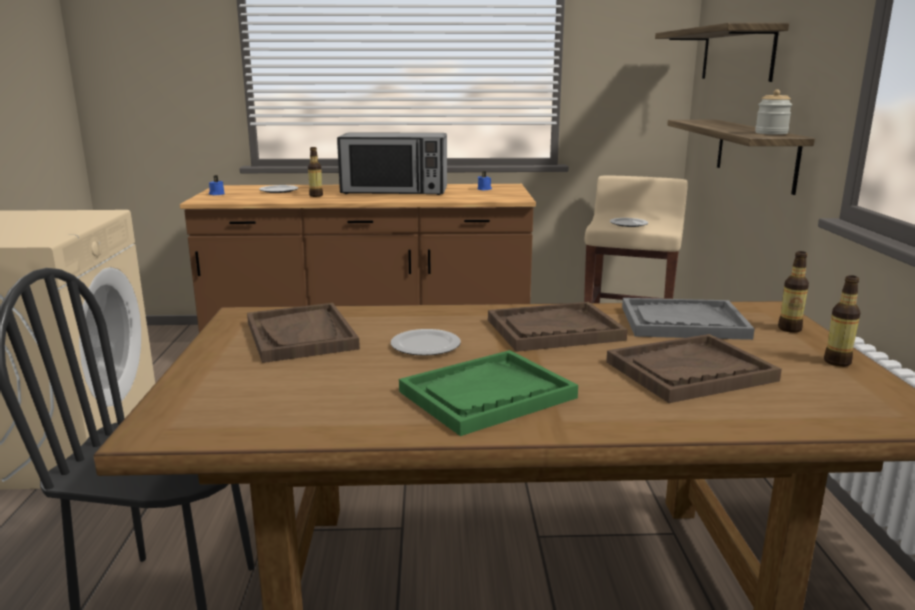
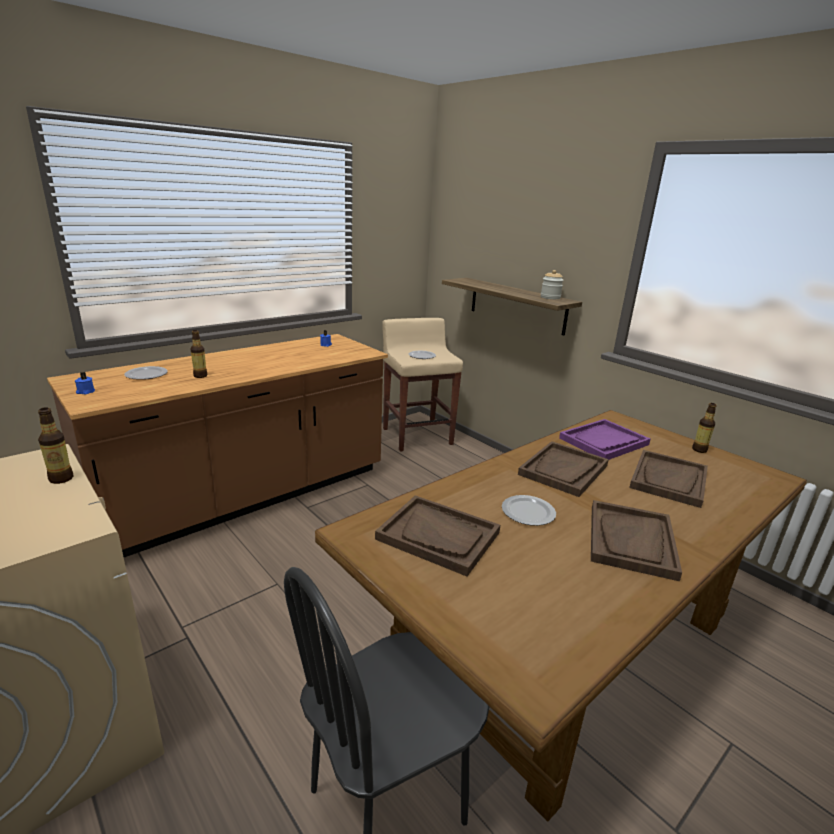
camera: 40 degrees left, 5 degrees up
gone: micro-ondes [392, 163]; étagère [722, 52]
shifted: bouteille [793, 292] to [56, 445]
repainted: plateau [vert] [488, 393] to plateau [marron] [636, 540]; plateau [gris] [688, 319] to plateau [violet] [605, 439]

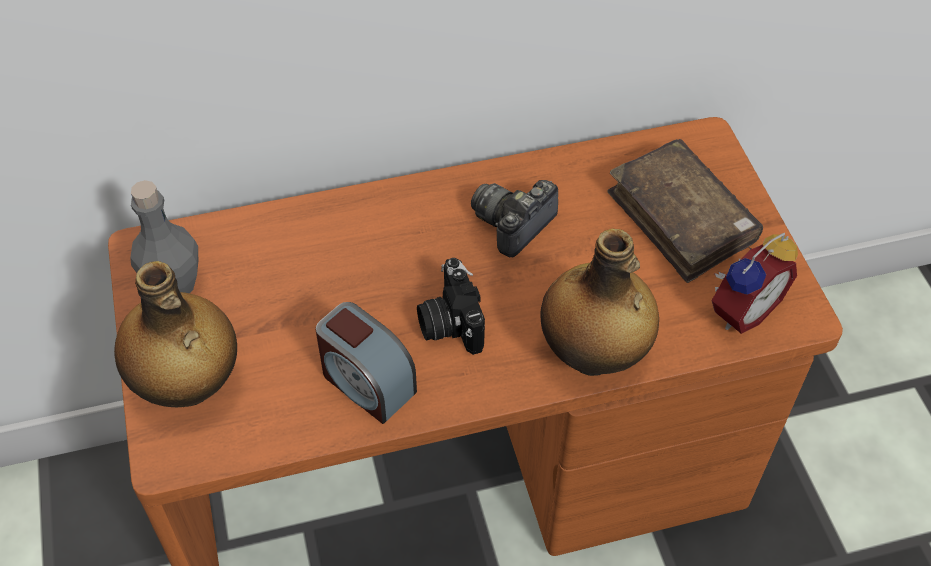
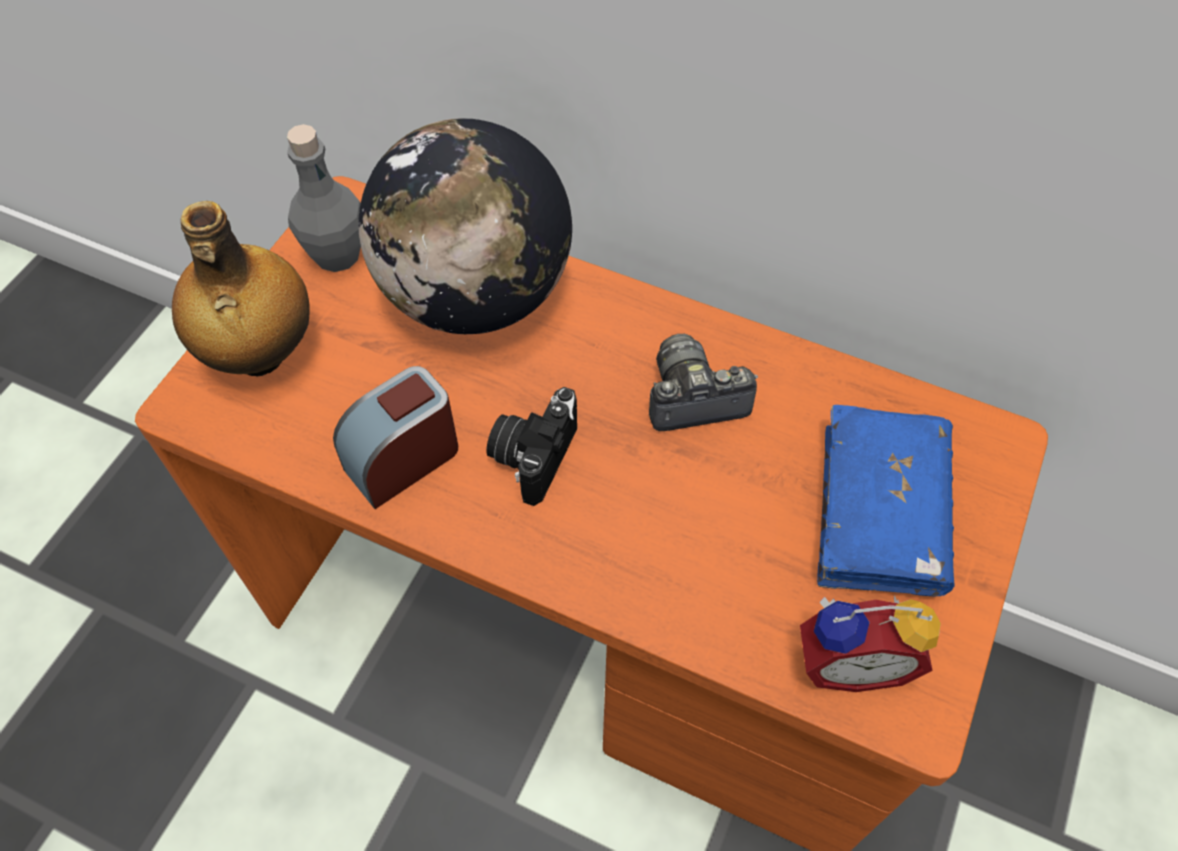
camera: 40 degrees right, 5 degrees up
gone: bouteille [599, 302]
new: globe [465, 226]
repainted: livre [marron] [685, 211] to livre [bleu] [886, 500]
rotated: réveil [366, 363] = [395, 437] 60 degrees clockwise

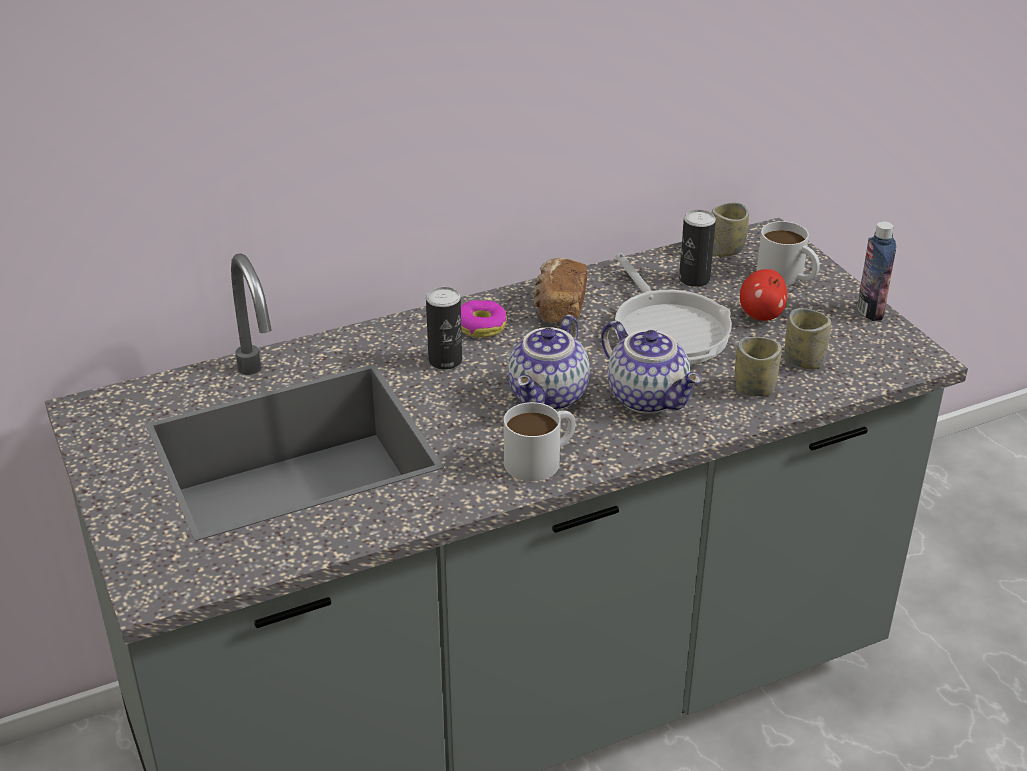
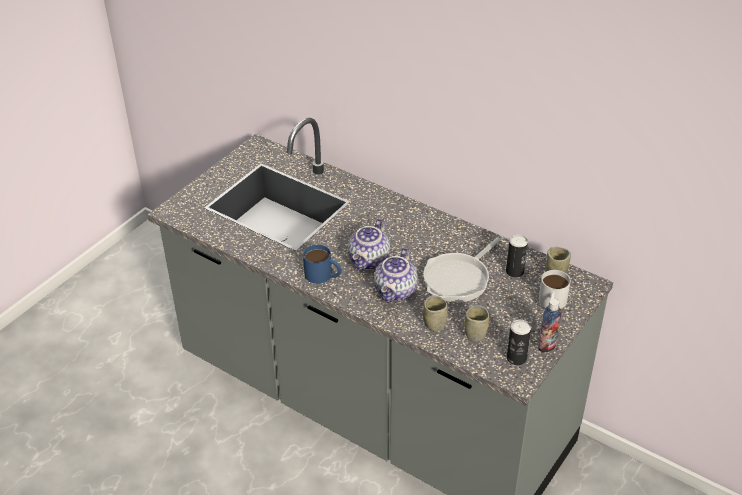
camera: 60 degrees right, 5 degrees up
gone: beignet [484, 319]; pain [559, 290]; pomme [763, 295]
shifted: boîte métallique [444, 328] to [519, 342]
repainted: mug [blanc] [540, 441] to mug [bleu] [322, 264]
rotated: théière [549, 362] = [369, 244] 60 degrees counterclockwise

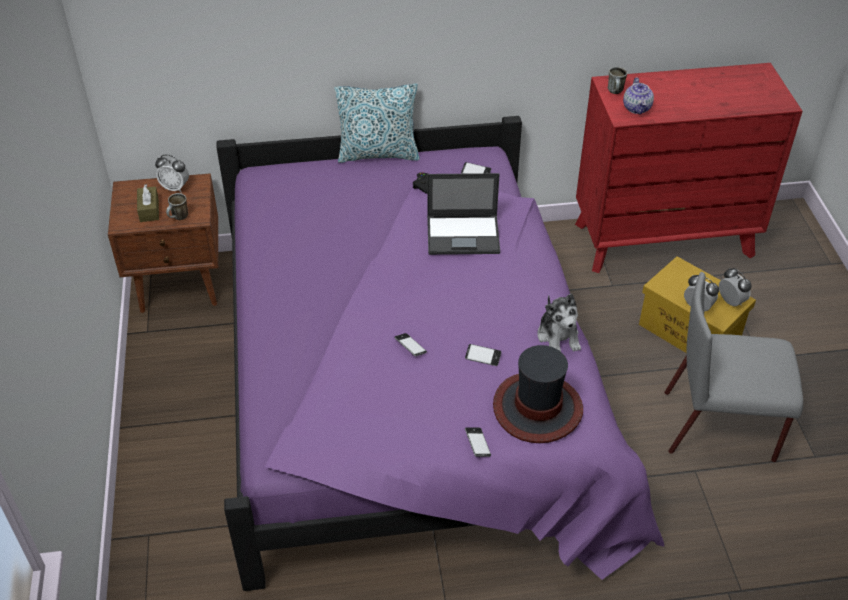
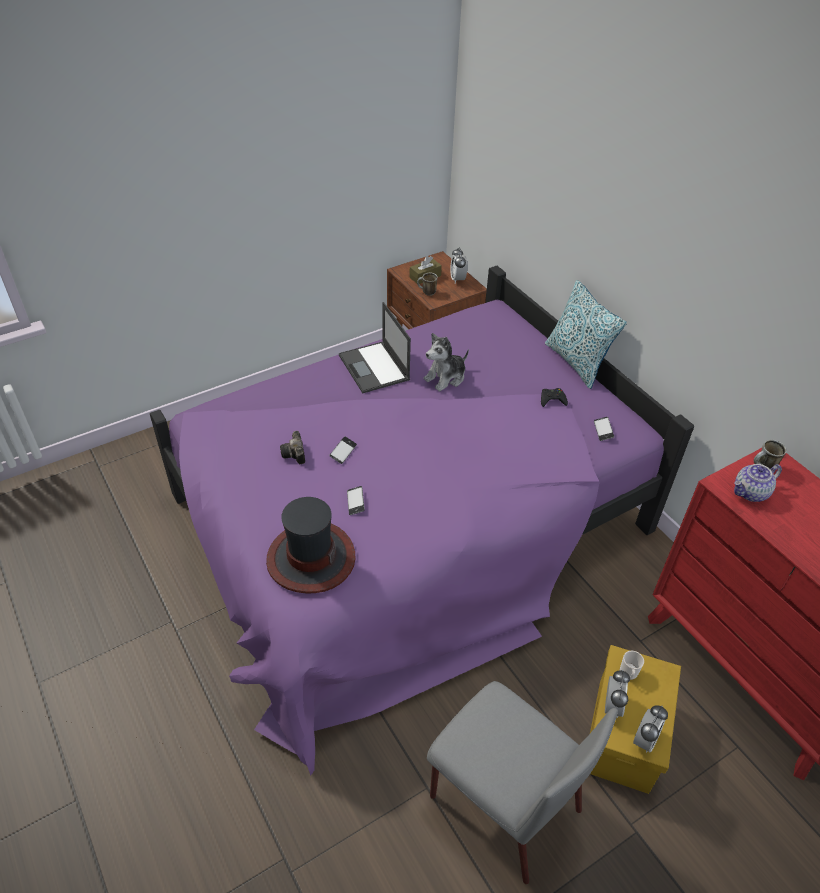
camera: 65 degrees right, 0 degrees up
gone: téléphone [478, 442]
new: appareil photo [292, 447]; mug [632, 665]
shifted: ordinateur portable [463, 214] to [375, 348]; peluche [559, 323] to [446, 362]
rotated: chaise [gris] [733, 367] = [522, 782] 150 degrees clockwise

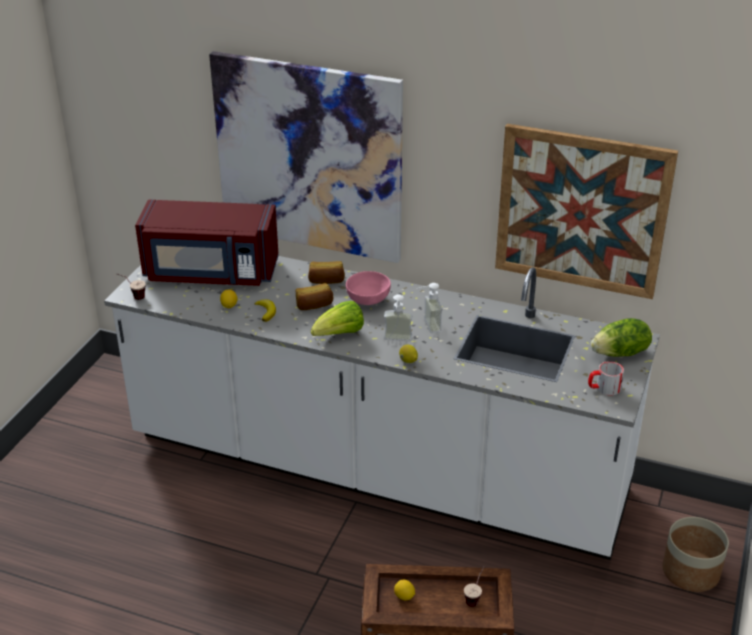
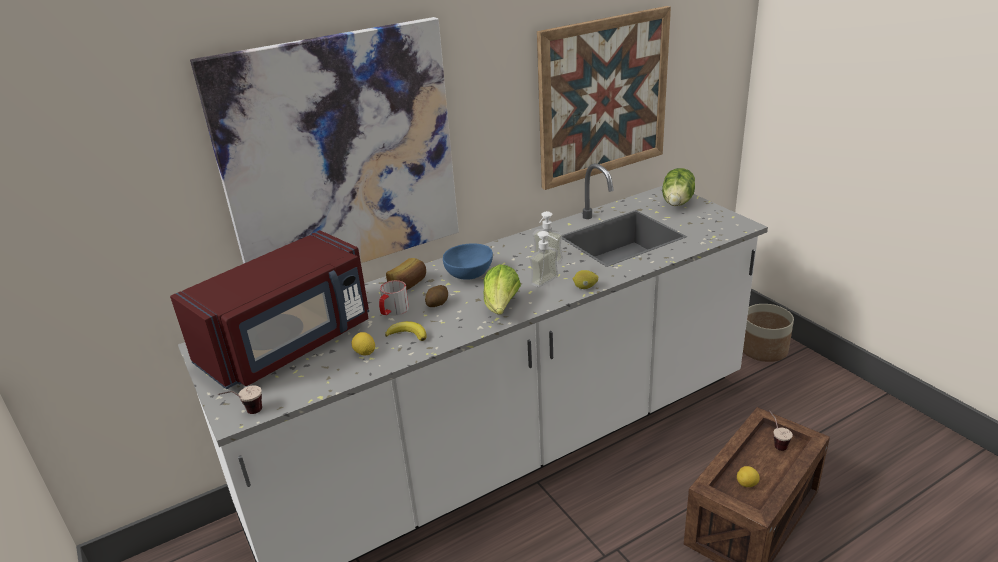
camera: 50 degrees left, 5 degrees down
shifted: mug [606, 378] to [394, 298]
swapped: pain [314, 296] to pomme de terre [436, 296]
repainted: bol [rose] [368, 288] to bol [bleu] [468, 261]

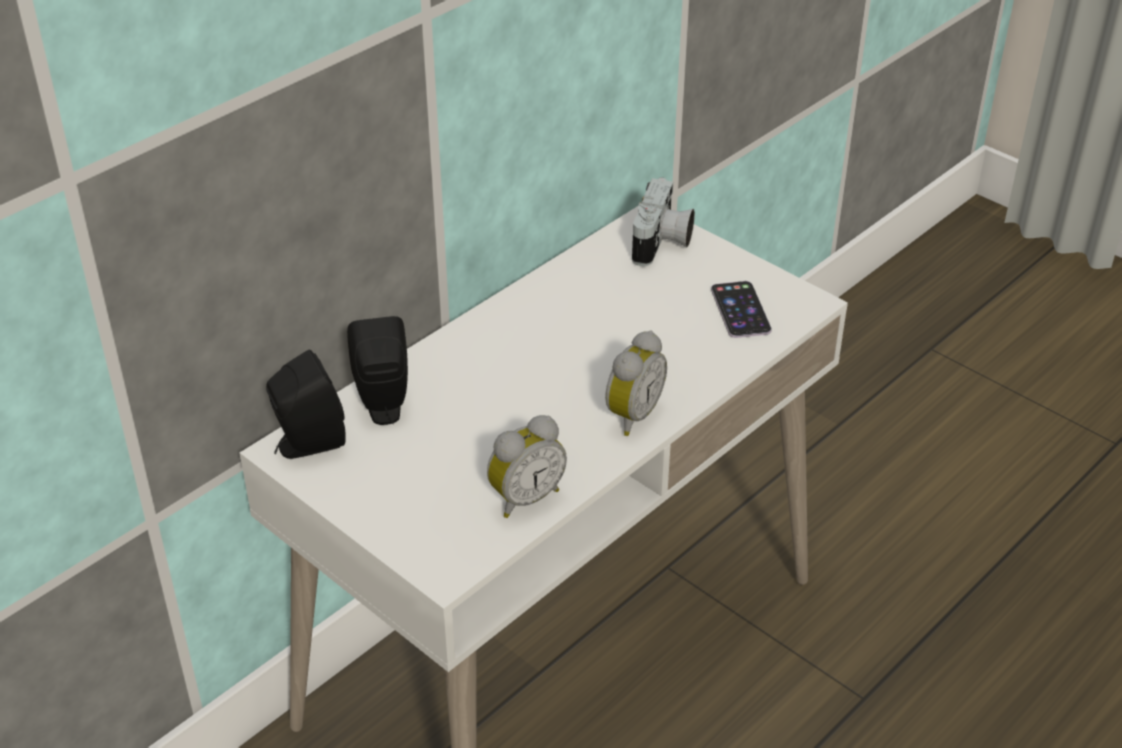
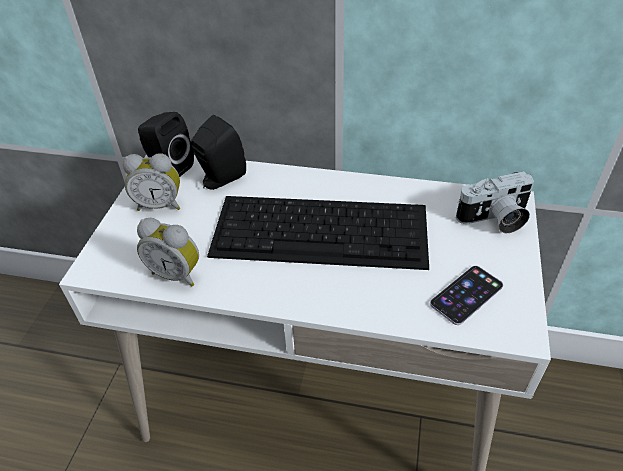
camera: 60 degrees right, 5 degrees up
new: clavier [318, 233]
shifted: réveil [636, 383] to [151, 182]

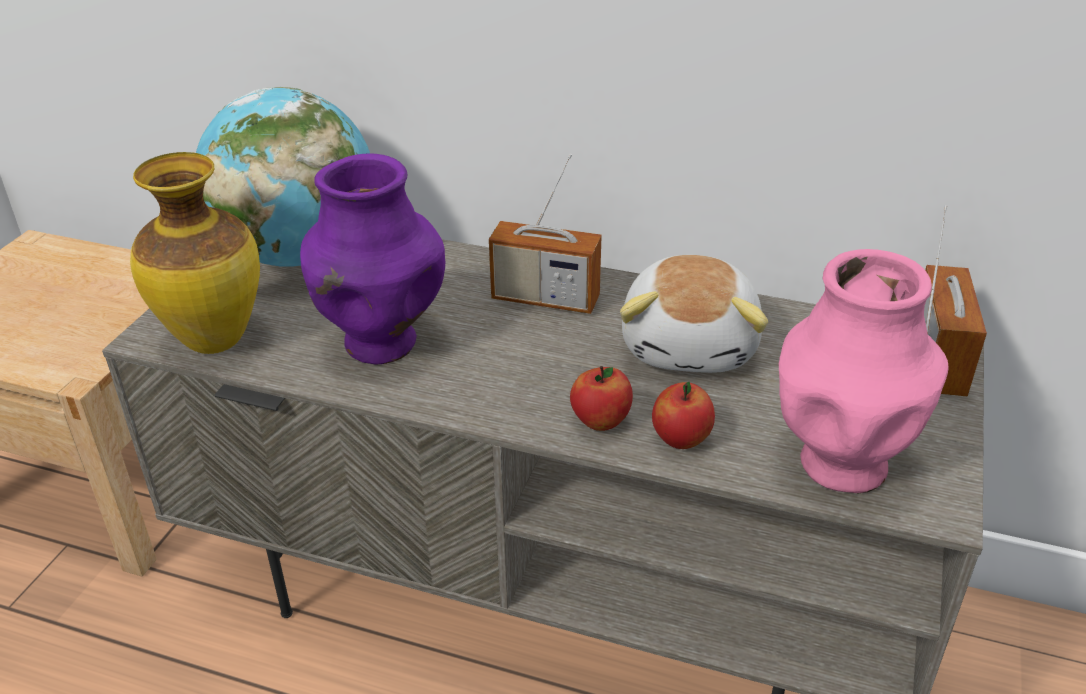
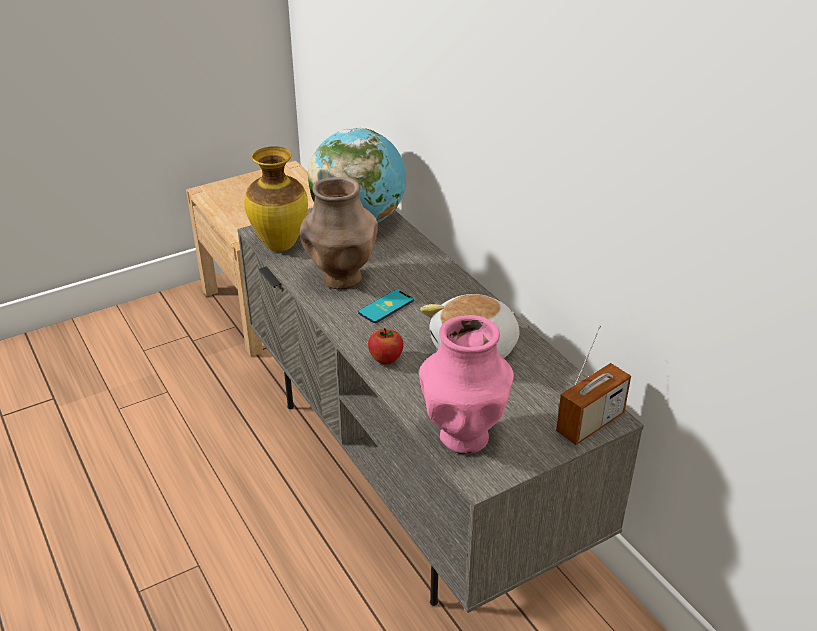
camera: 40 degrees right, 0 degrees up
gone: radio [545, 234]; pomme [683, 415]
new: téléphone [386, 306]
repainted: vase [violet] [372, 259] to vase [marron] [339, 233]

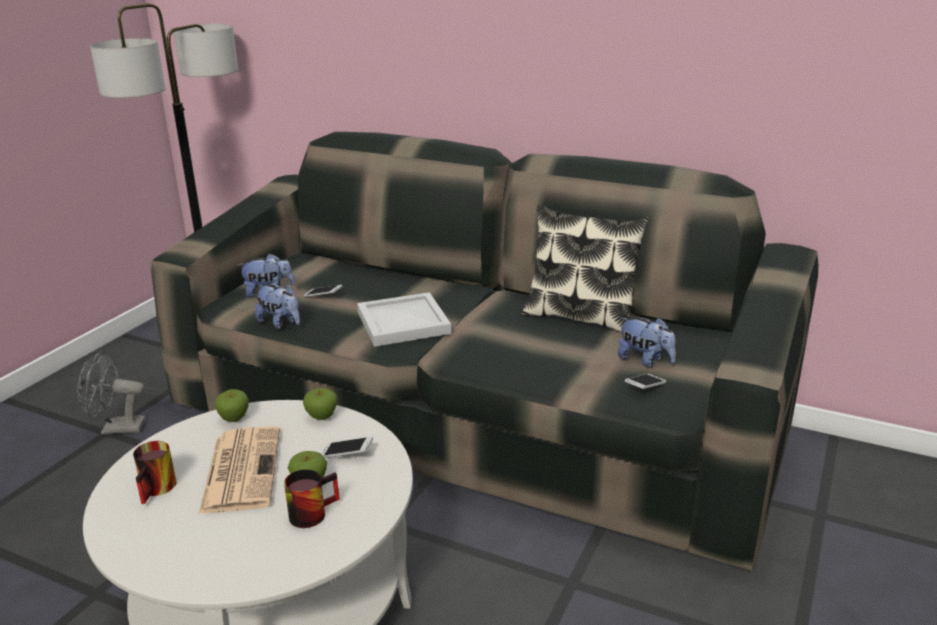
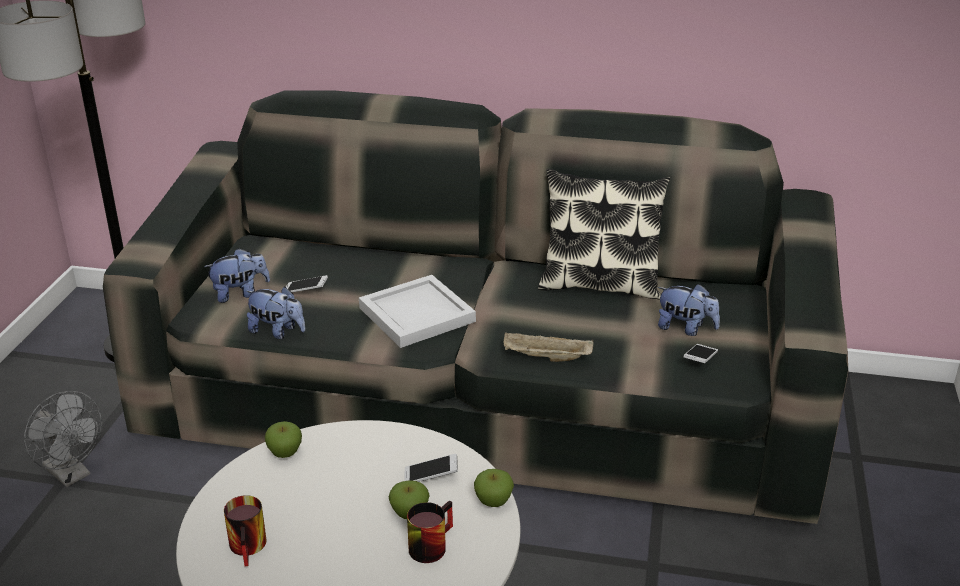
camera: 15 degrees left, 5 degrees up
gone: journal [239, 470]
new: plateau [beige] [549, 347]
shifted: pomme [320, 404] to [494, 488]
rotated: ventilateur [gris] [111, 392] = [63, 439] 120 degrees counterclockwise

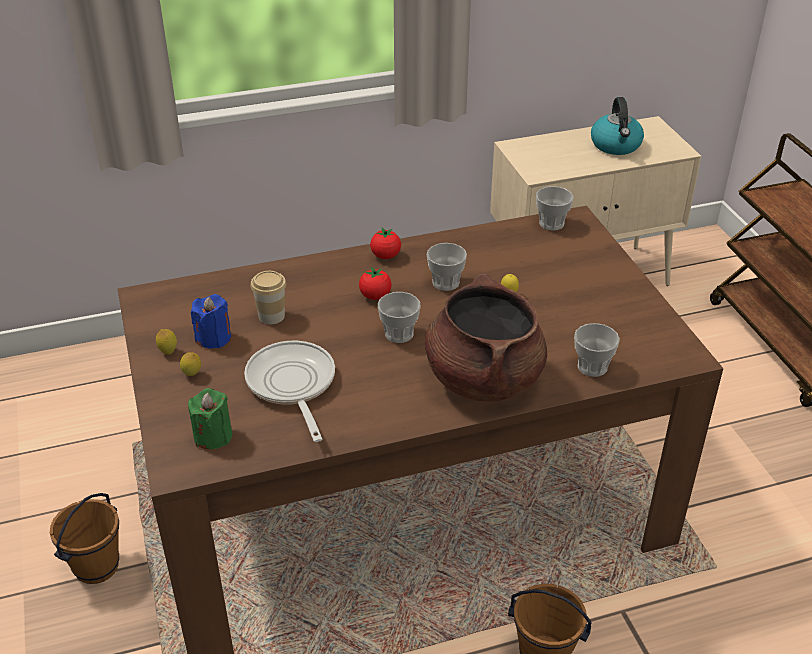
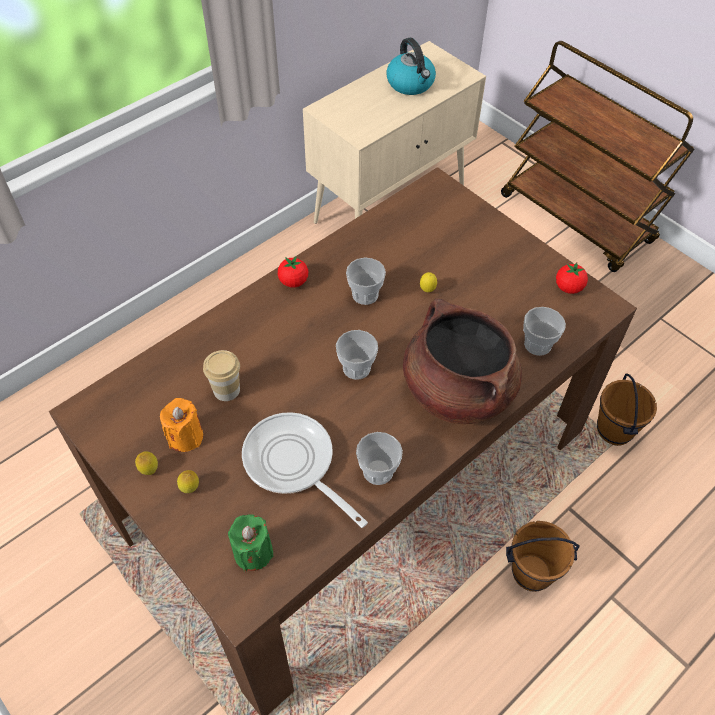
camera: 25 degrees left, 15 degrees up
shifted: seau [marron] [84, 538] to [627, 409]; tomate [375, 283] to [572, 278]; tasse [554, 208] to [379, 458]
repainted: bougie [bleu] [211, 321] to bougie [orange] [181, 425]

